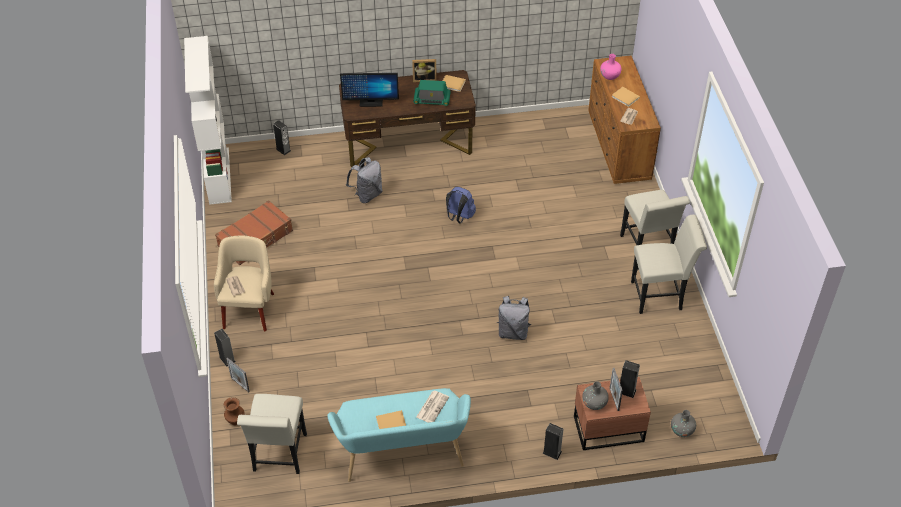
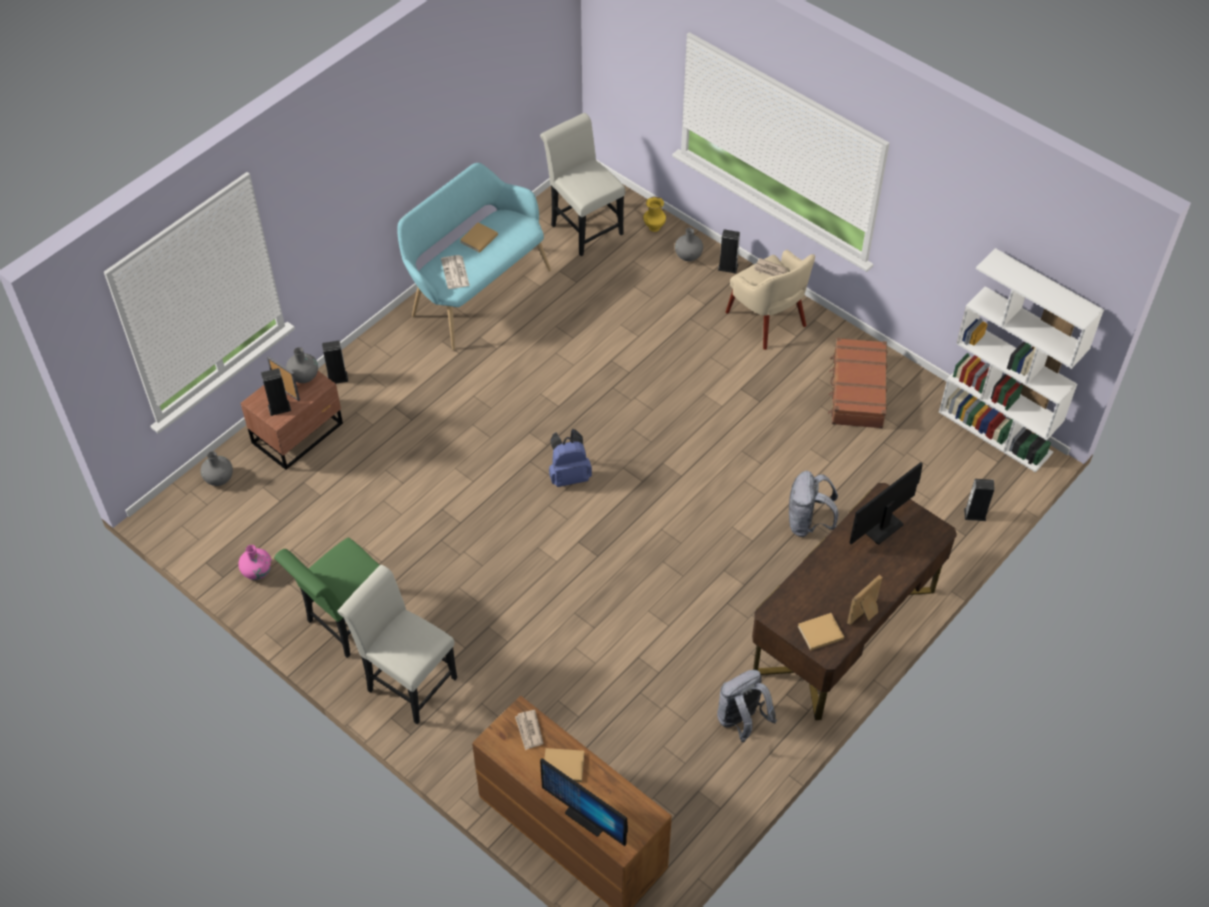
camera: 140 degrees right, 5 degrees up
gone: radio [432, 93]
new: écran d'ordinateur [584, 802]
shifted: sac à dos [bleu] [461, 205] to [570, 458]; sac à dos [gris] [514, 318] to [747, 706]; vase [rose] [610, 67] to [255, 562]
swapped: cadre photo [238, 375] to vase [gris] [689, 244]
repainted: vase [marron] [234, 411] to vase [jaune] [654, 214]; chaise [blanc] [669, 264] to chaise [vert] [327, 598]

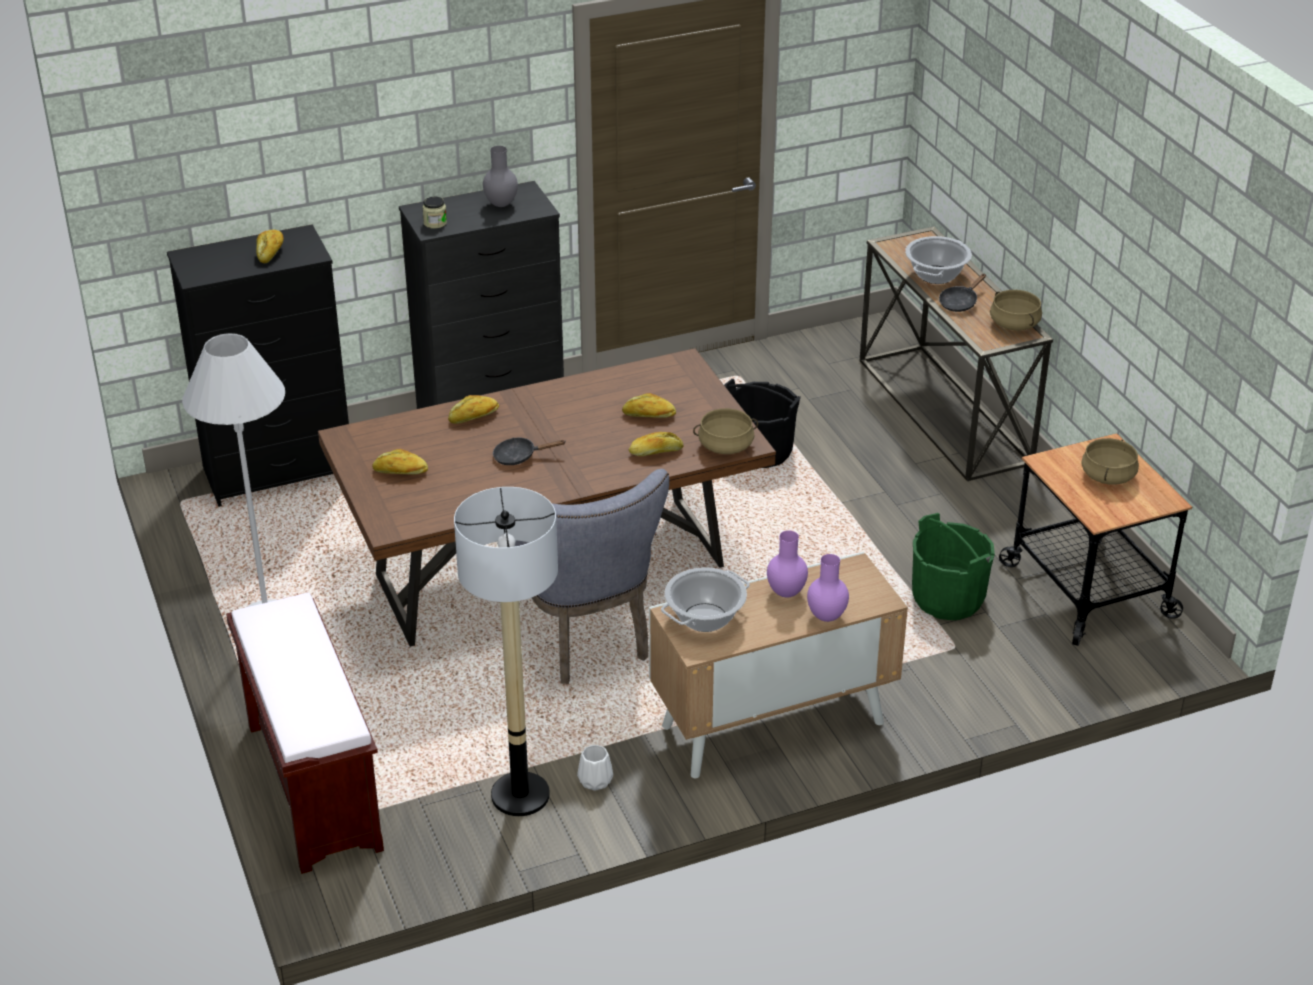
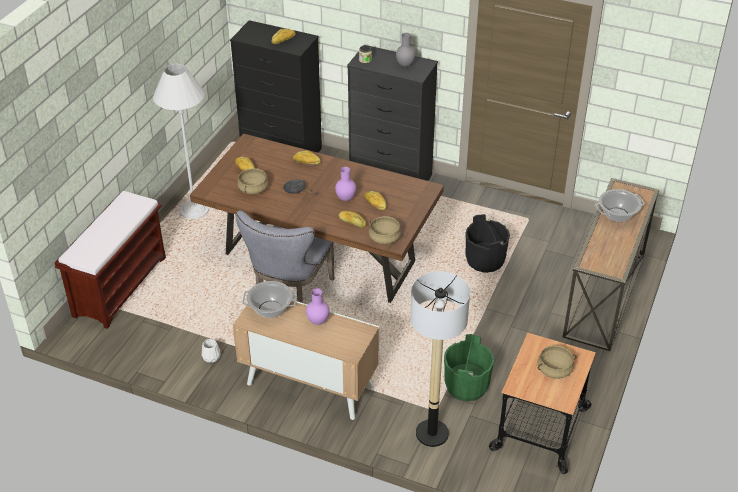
camera: 45 degrees right, 5 degrees up
gone: poêle [noir] [962, 293]
shifted: lampadaire [506, 651] to [440, 359]; vase [violet] [828, 588] to [345, 184]; marmite [beige] [1016, 310] to [253, 181]

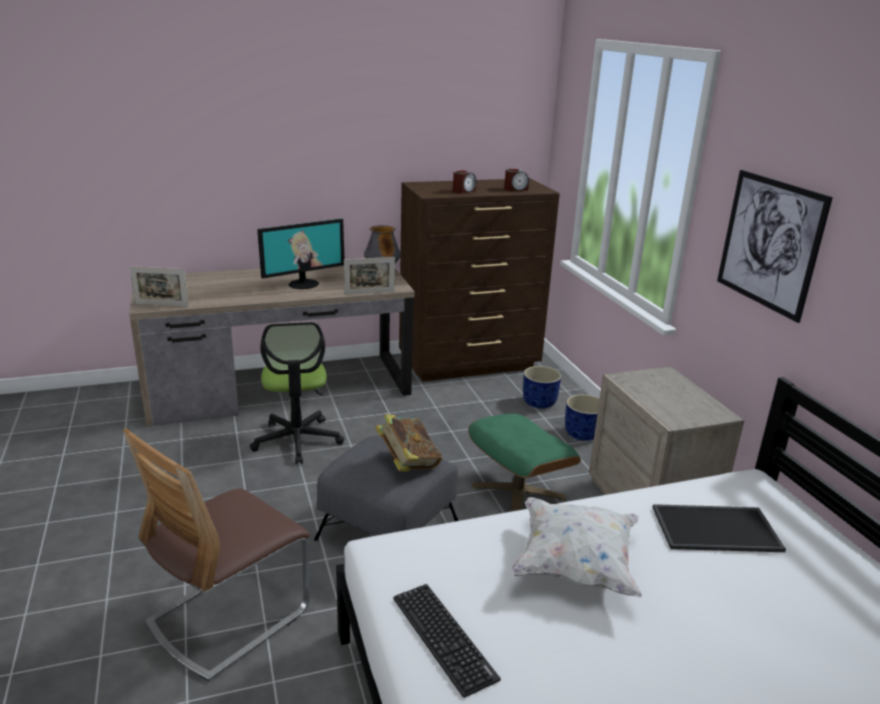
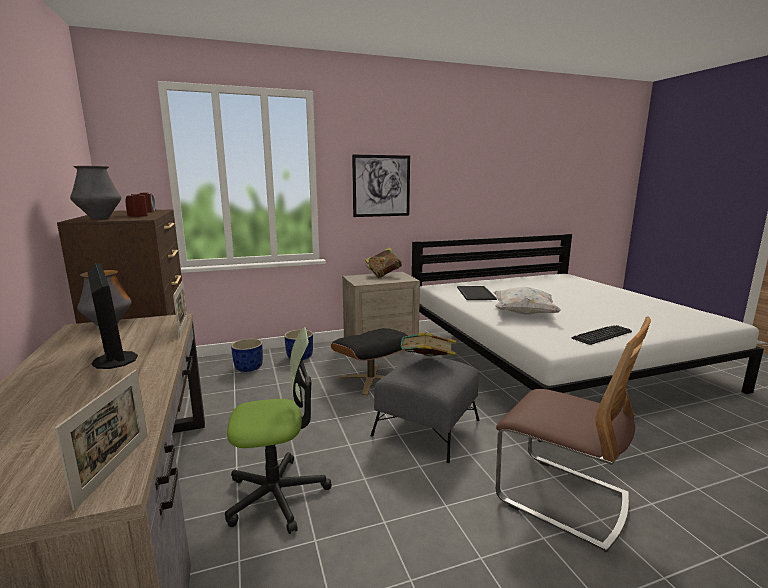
camera: 90 degrees left, 10 degrees down
new: vase [95, 192]; livre [384, 262]
repainted: pouf [vert] [524, 463] to pouf [noir] [369, 361]

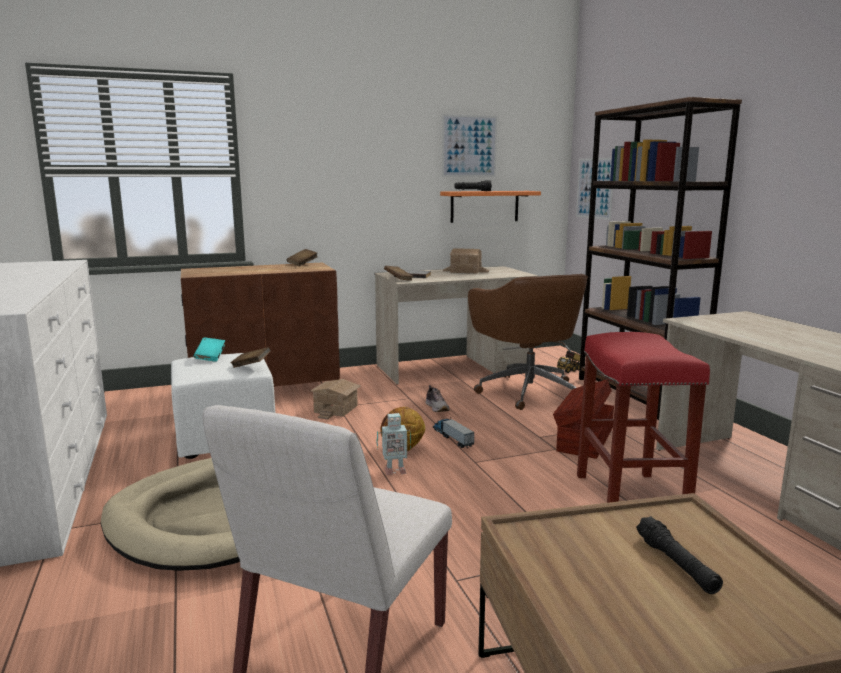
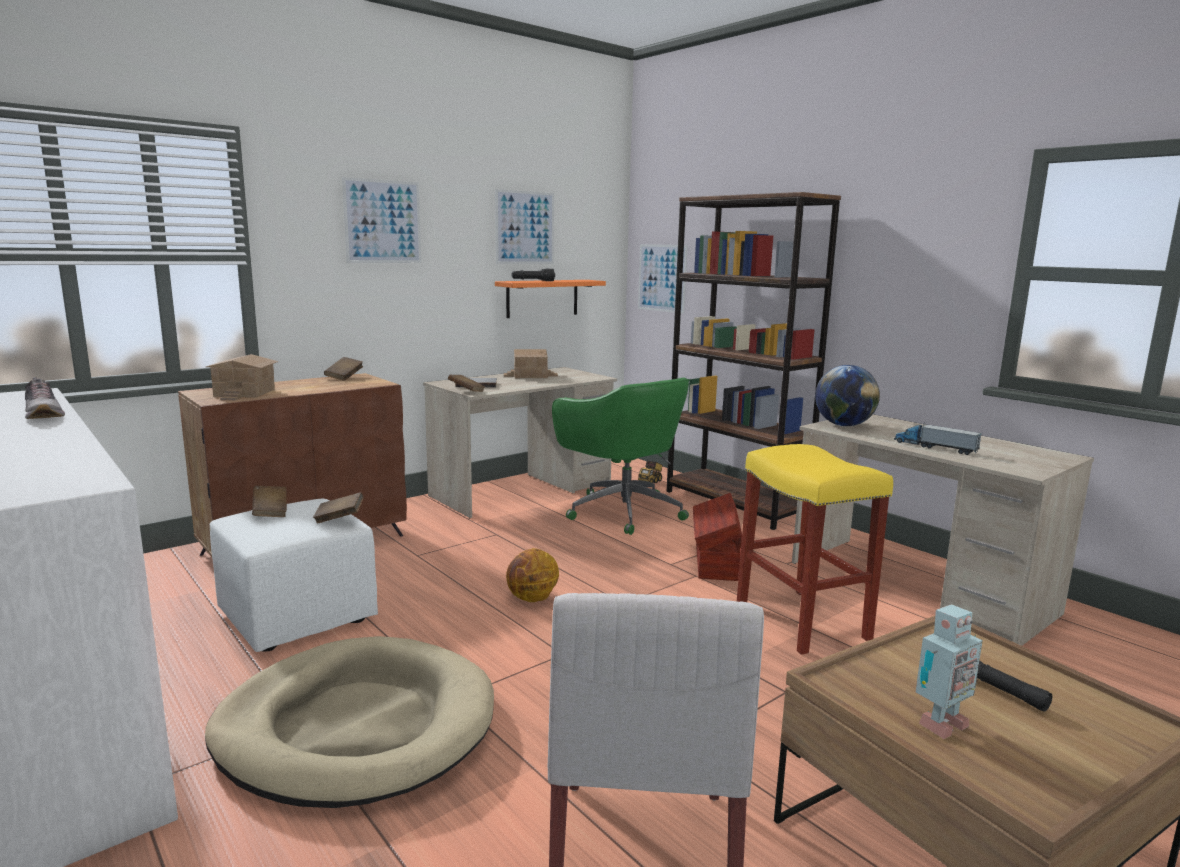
camera: 20 degrees left, 0 degrees up
new: tableau [381, 220]; globe [847, 395]
shifted: maison miniature [335, 399] to [242, 377]; robot jouet [393, 444] to [949, 671]; chaussure [438, 398] to [45, 398]; camion jouet [454, 433] to [938, 438]
repainted: livre [turquoise] [209, 349] to livre [marron] [269, 501]; chaise de bureau [marron] [528, 342] to chaise de bureau [vert] [621, 456]; tabouret [rouge] [643, 417] to tabouret [jaune] [815, 549]

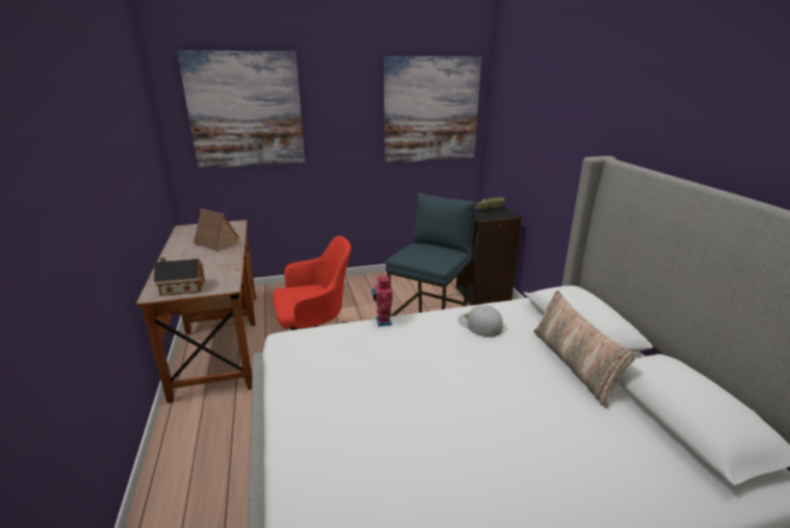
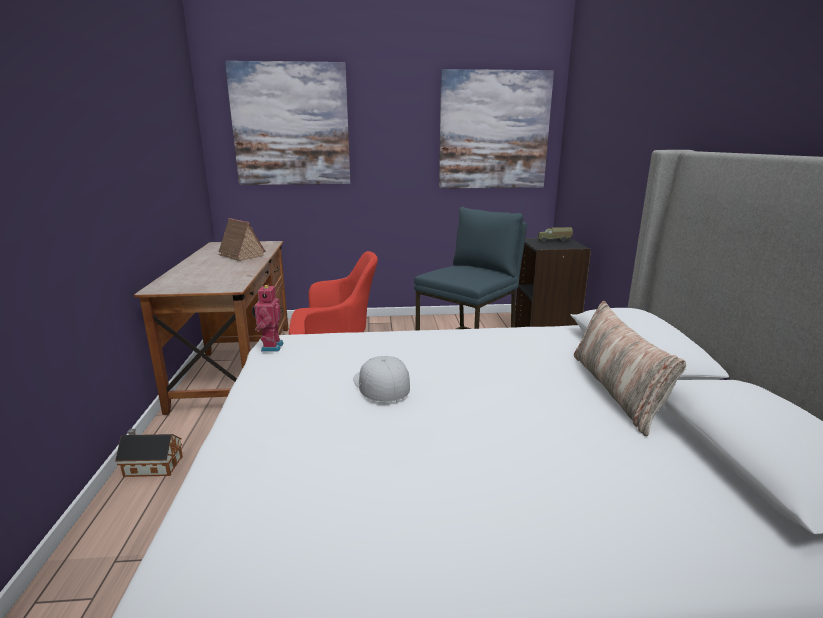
camera: 10 degrees right, 5 degrees down
shifted: maison miniature [179, 276] to [149, 453]; robot jouet [382, 299] to [268, 317]; casquette [blanc] [480, 321] to [381, 379]

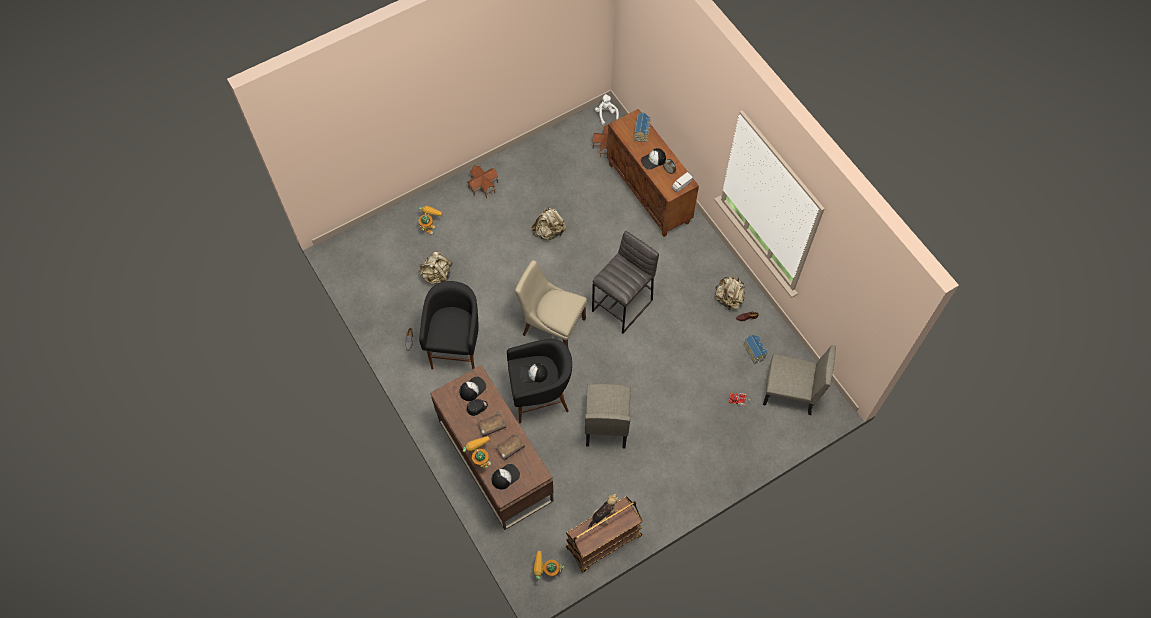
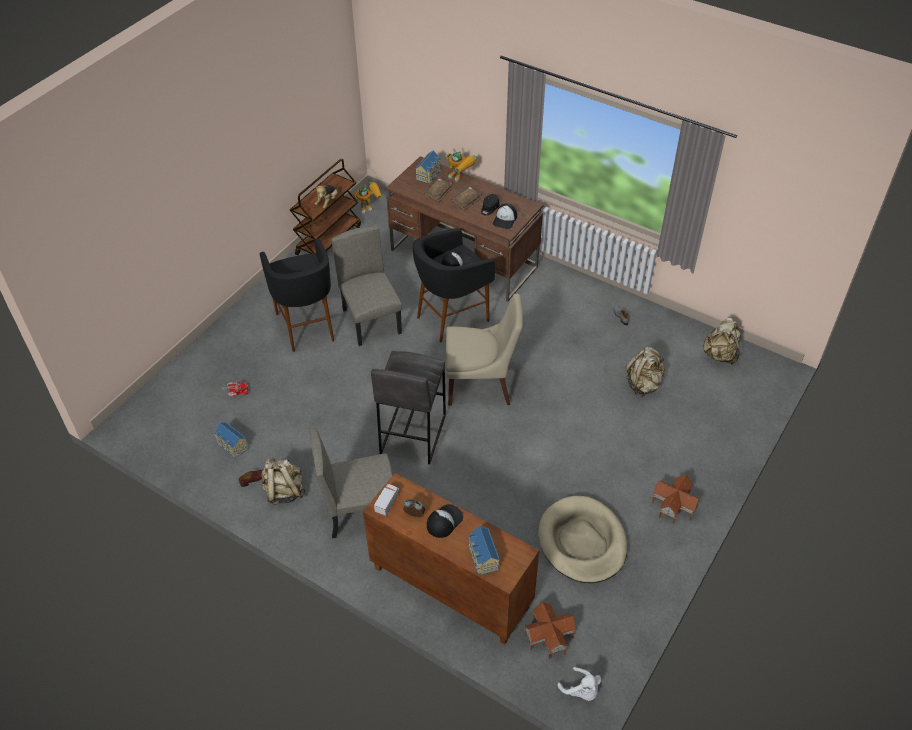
camera: 155 degrees right, 15 degrees down
gone: robot jouet [431, 220]
new: panier pour chien [beige] [582, 539]
shifted: tabouret [noir] [449, 325] to [297, 295]; sac à dos [beige] [549, 223] to [722, 341]; chaise [beige] [799, 380] to [352, 483]
swapped: casquette [506, 476] to maison miniature [428, 167]

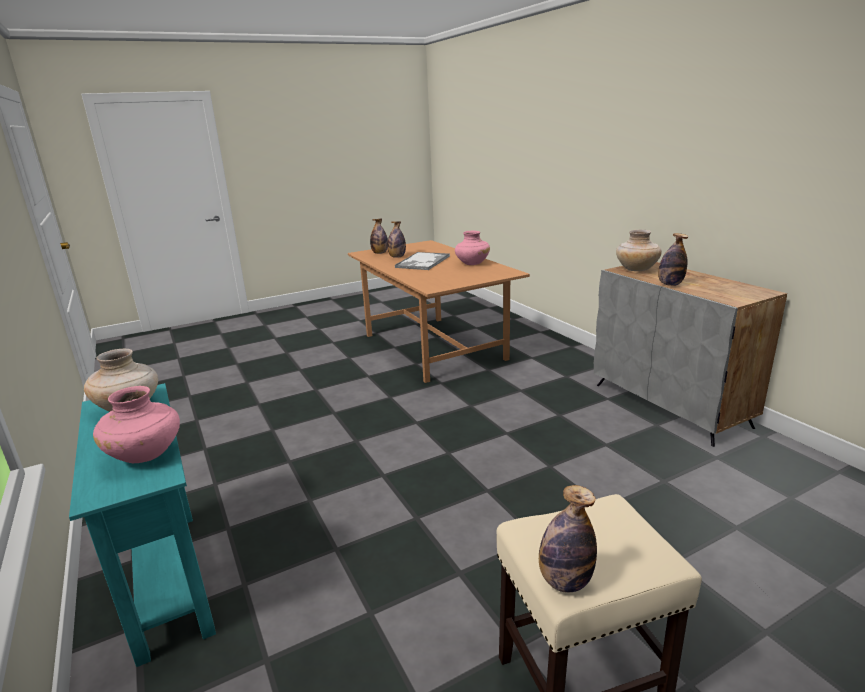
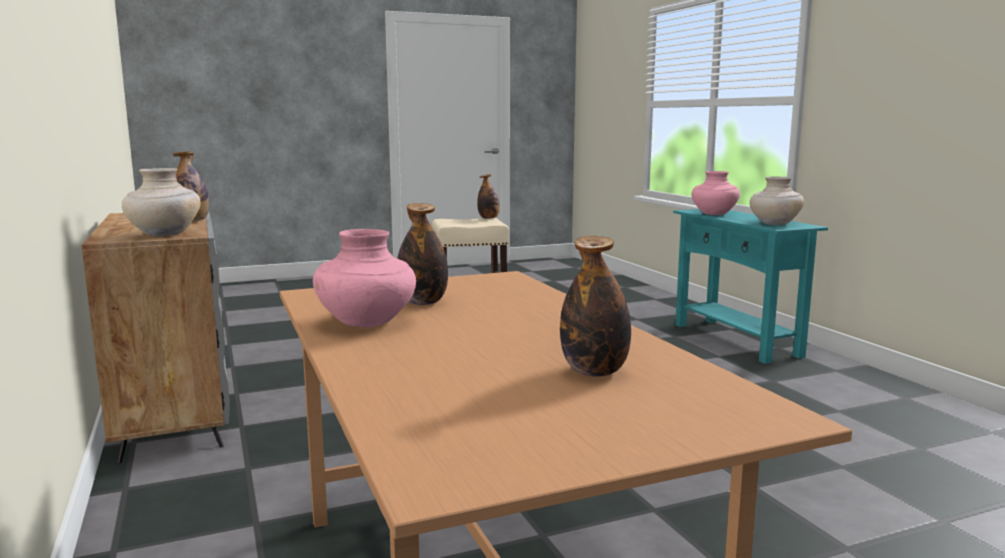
camera: 175 degrees left, 10 degrees down
gone: plateau [422, 261]
shifted: bouteille [379, 236] to [422, 254]

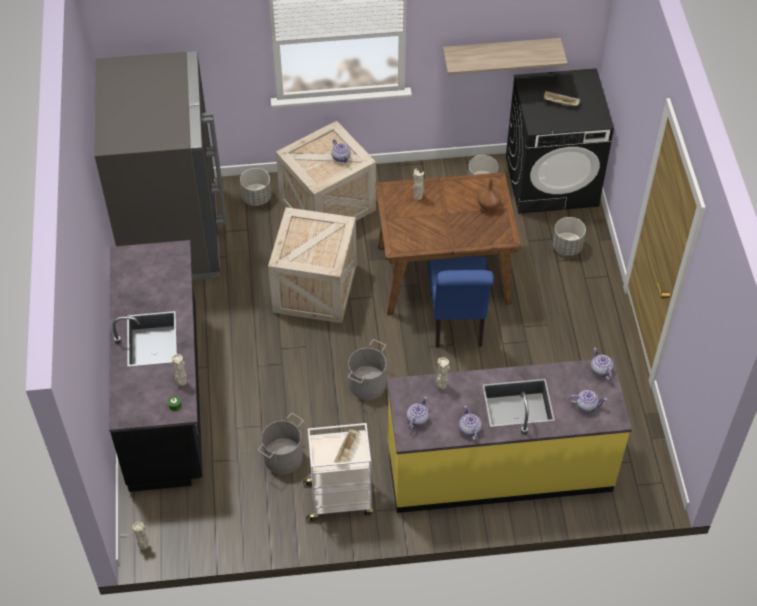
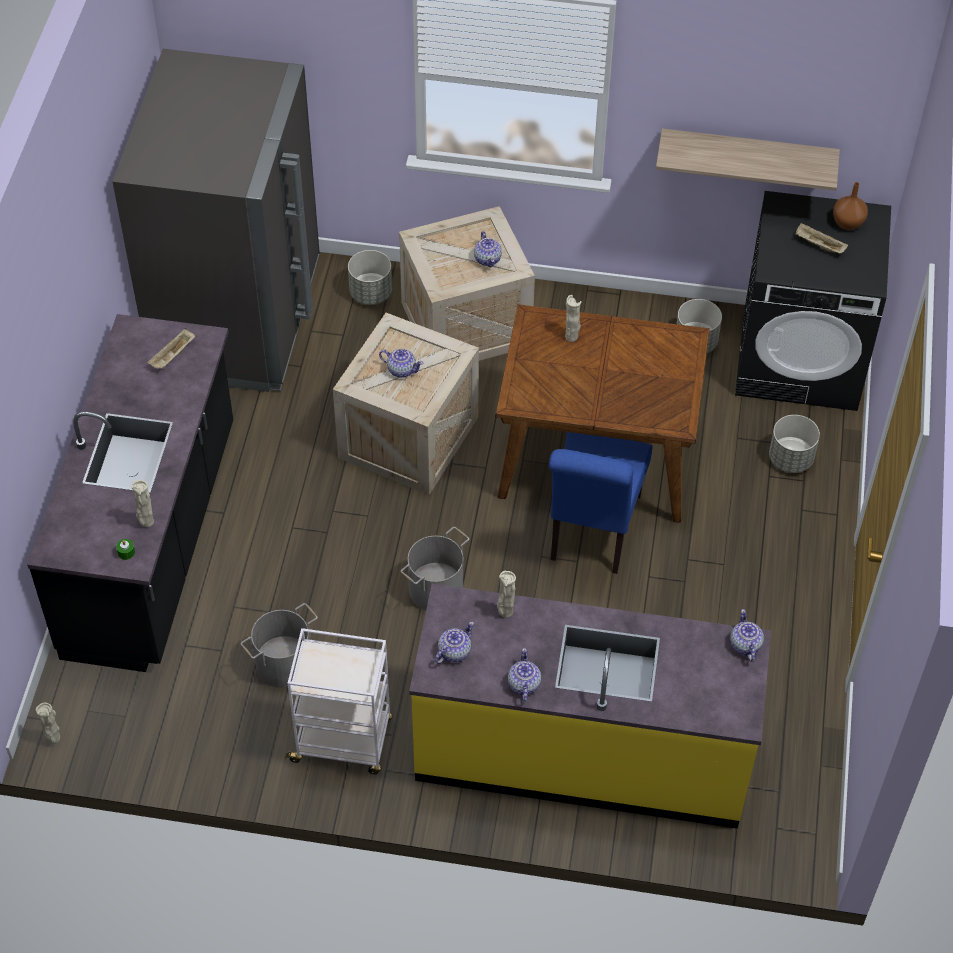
camera: 15 degrees right, 0 degrees up
shifted: plateau [beige] [347, 446] to [171, 348]; vase [marron] [489, 195] to [850, 206]; théière [588, 401] to [401, 363]

